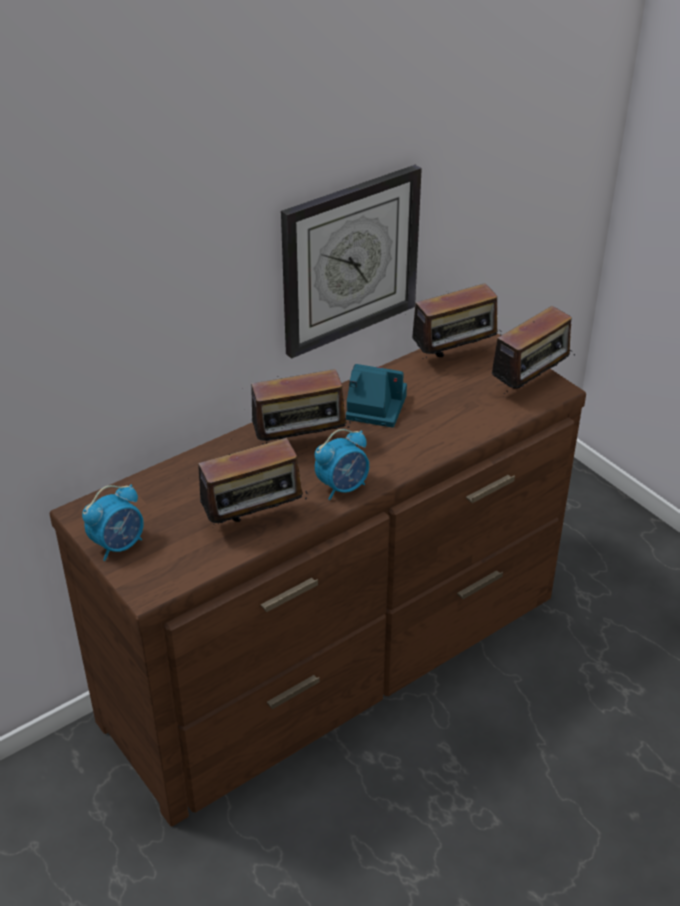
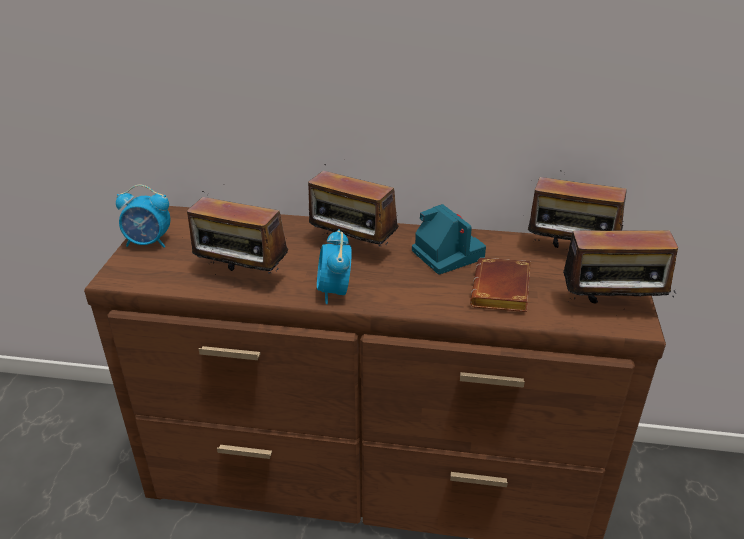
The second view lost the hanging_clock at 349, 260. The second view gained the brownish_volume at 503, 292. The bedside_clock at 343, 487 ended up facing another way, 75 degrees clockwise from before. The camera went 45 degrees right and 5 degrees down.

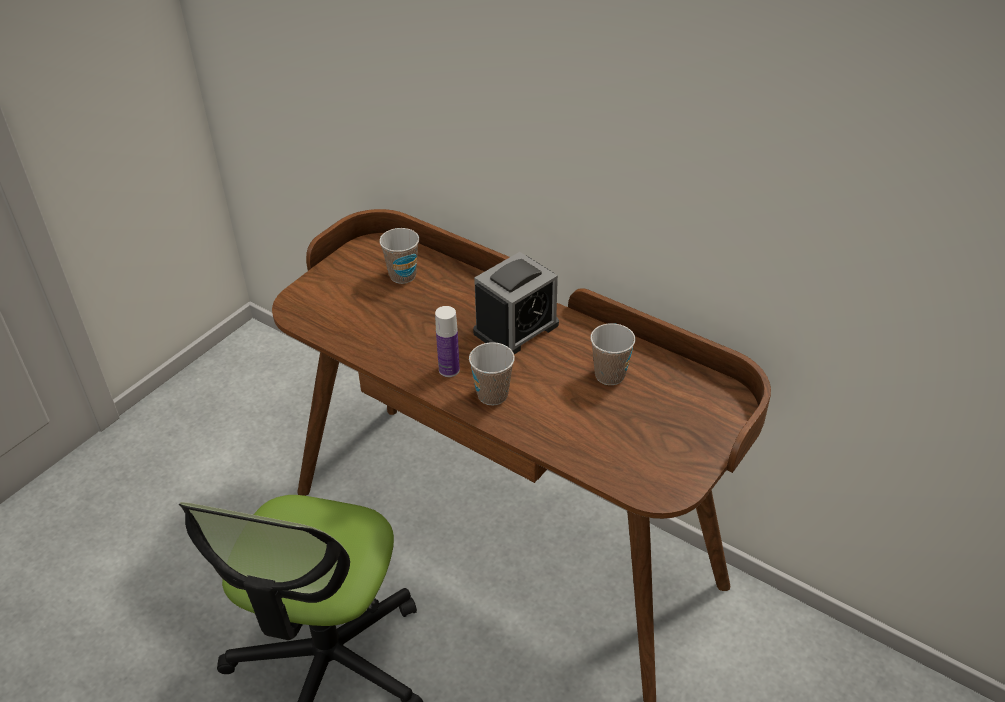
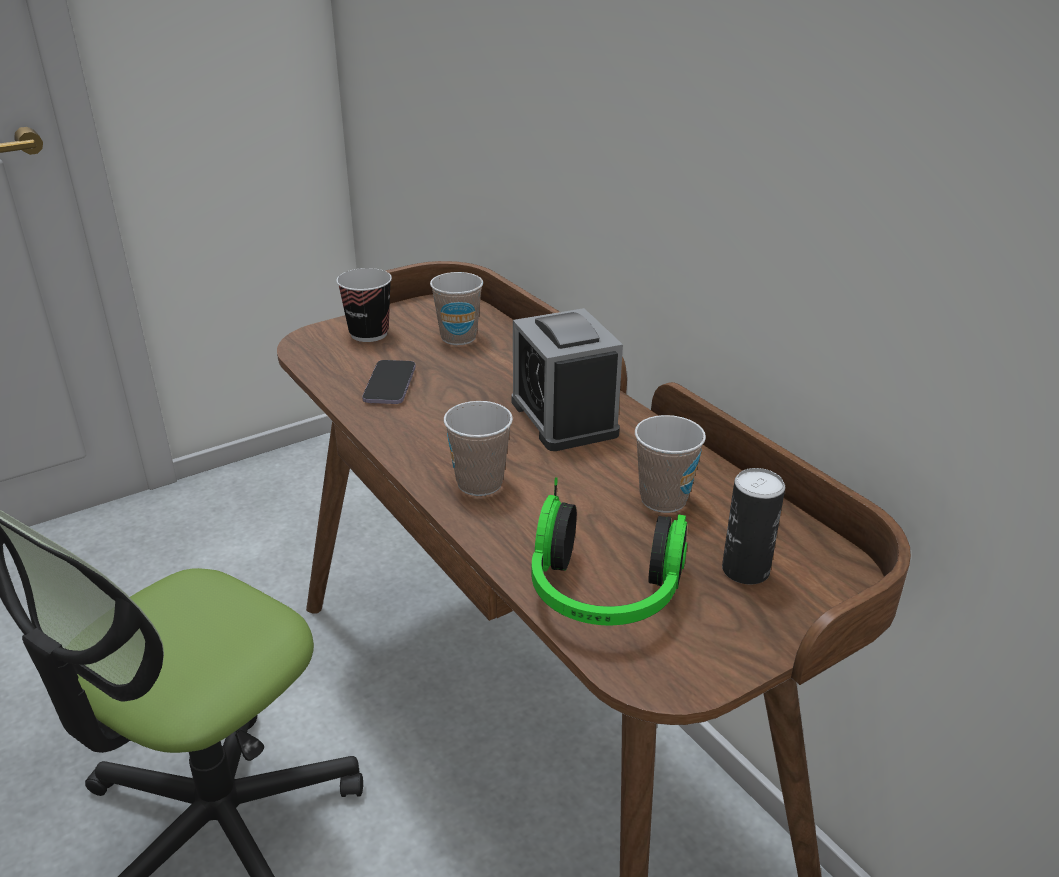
The second view lost the drink_bottle at 449, 370. The second view gained the small_cup at 369, 334. The second view gained the phone at 390, 385. The second view gained the headset at 603, 596. The second view gained the metal_can at 745, 570. The bedside_clock at 516, 328 ended up facing another way, 90 degrees clockwise from before. The camera went 20 degrees right and 10 degrees down.

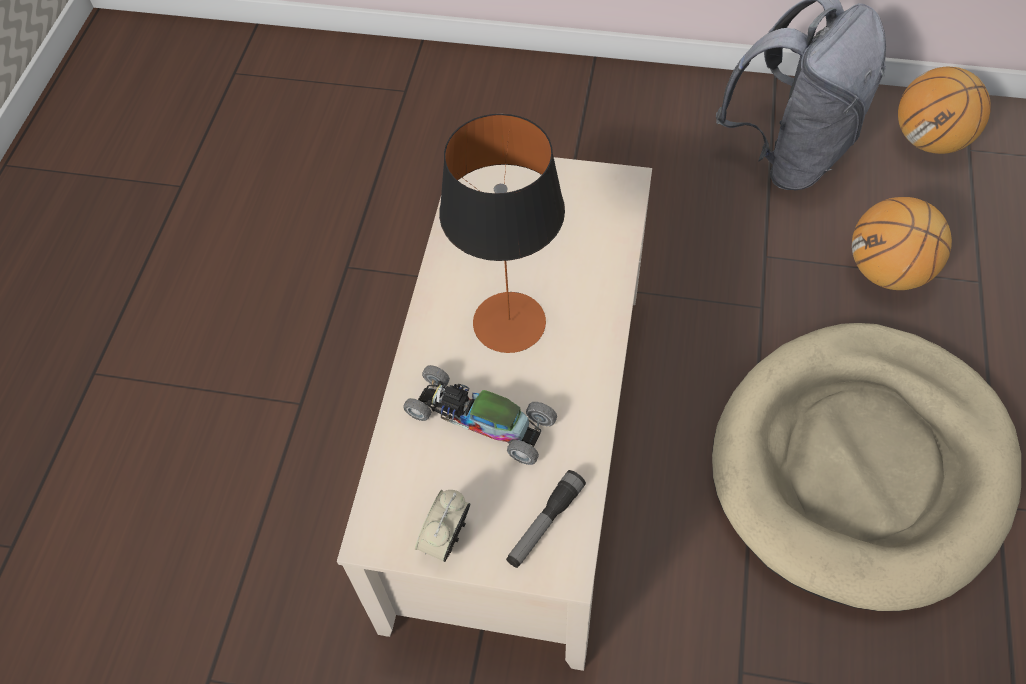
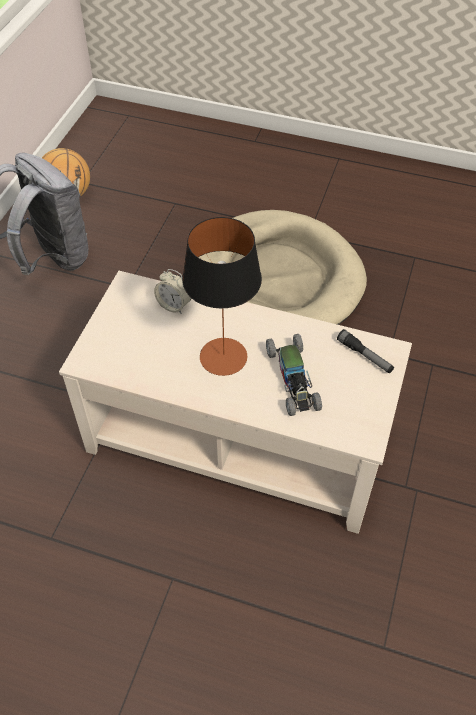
The second view lost the ball_for_basketball at 888, 271. The bedside_clock ended up elsewhere, having gone from 446, 538 to 174, 305. The miniature_car at 480, 420 ended up facing another way, 45 degrees counterclockwise from before. The camera went 85 degrees left and 5 degrees down.

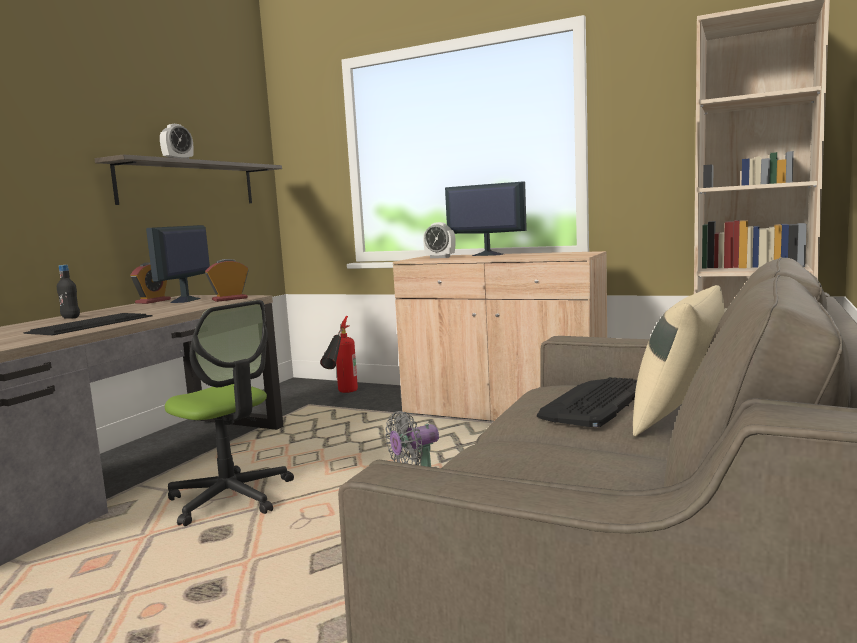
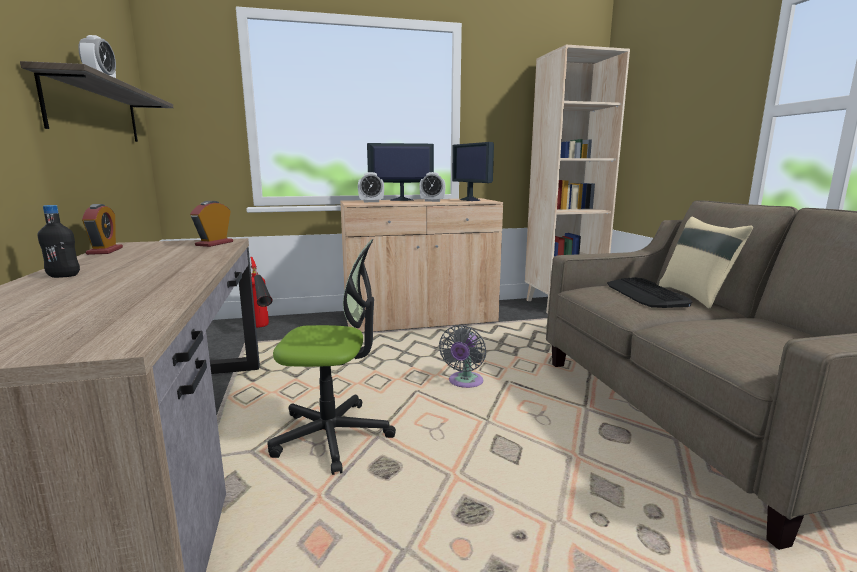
The second view lost the computer_keyboard at 92, 324. The second view gained the bedside_clock at 432, 201. The monitor ended up elsewhere, having gone from 185, 300 to 470, 200. The camera went 40 degrees left and 5 degrees up.

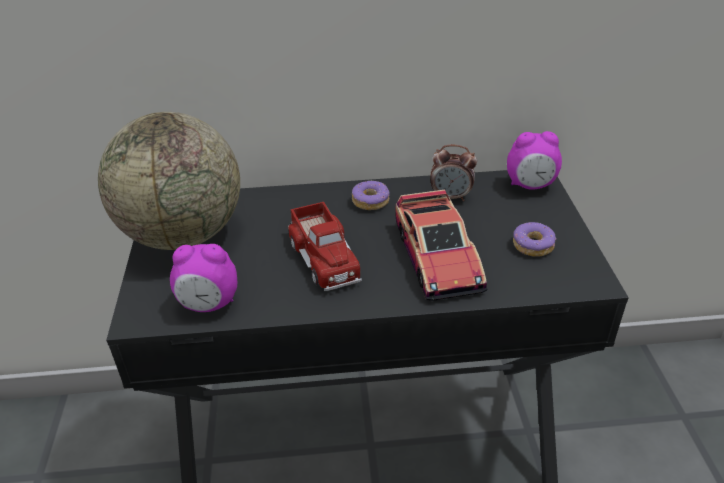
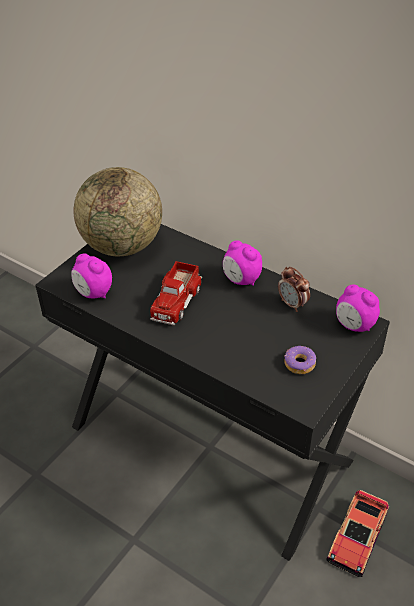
The miniature_car ended up elsewhere, having gone from 438, 257 to 357, 538. Where the donut stood at 370, 201, the bedside_clock came to stand at 241, 280. The camera went 40 degrees right and 5 degrees up.

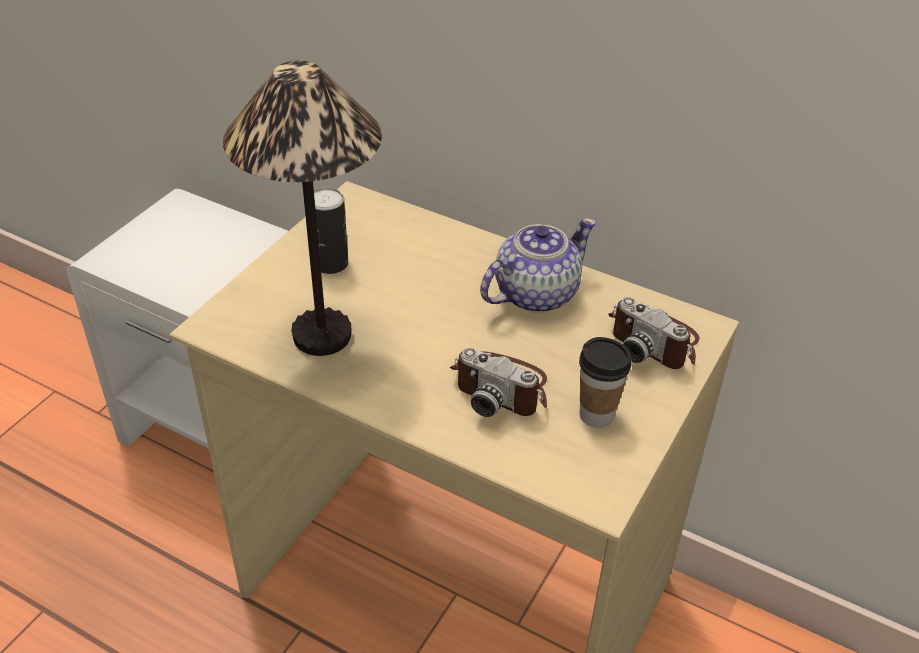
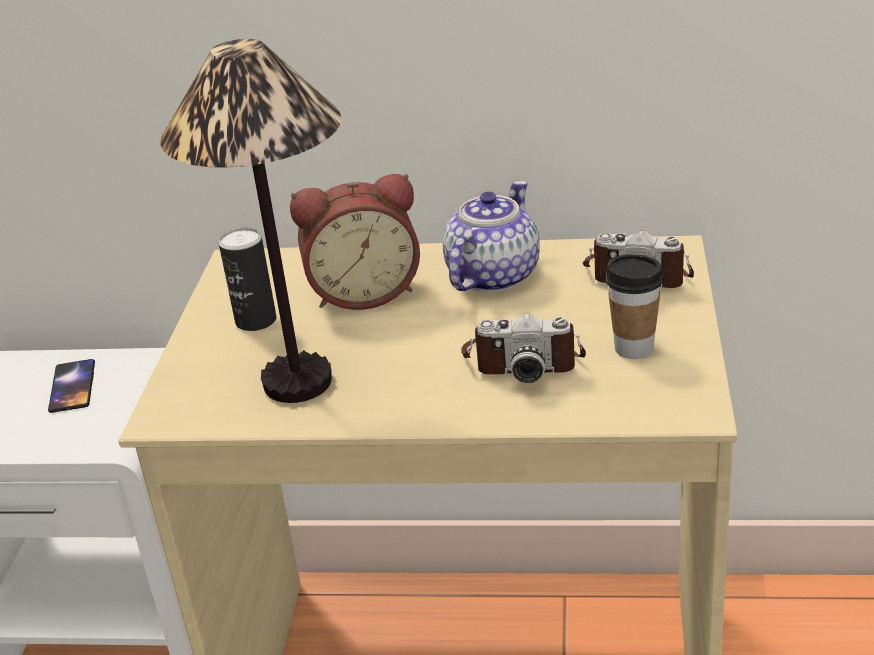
The second view gained the phone at 72, 386. The second view gained the bedside_clock at 364, 292. The camera went 20 degrees left and 10 degrees down.

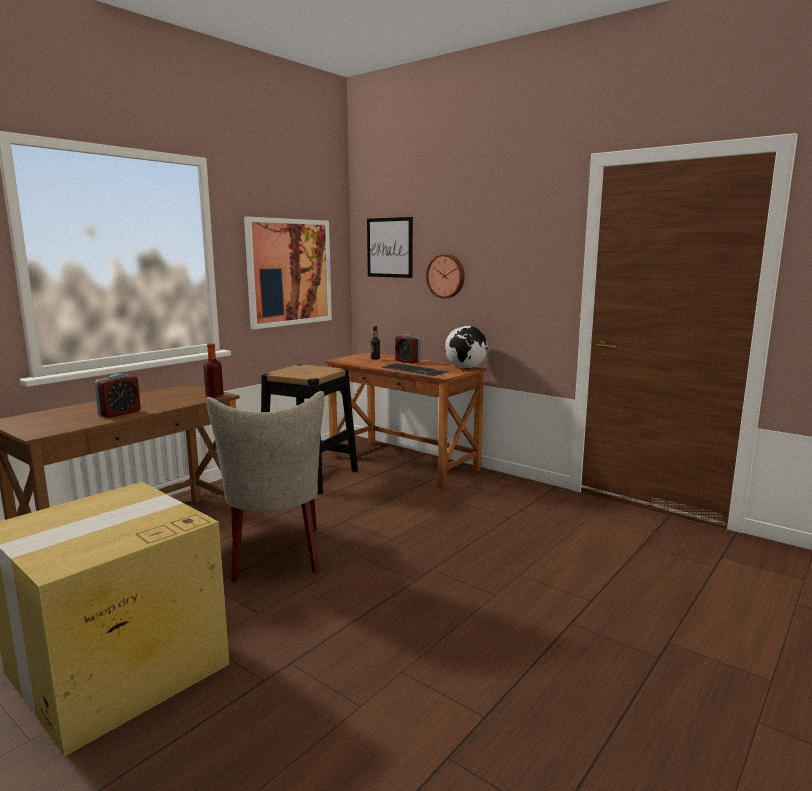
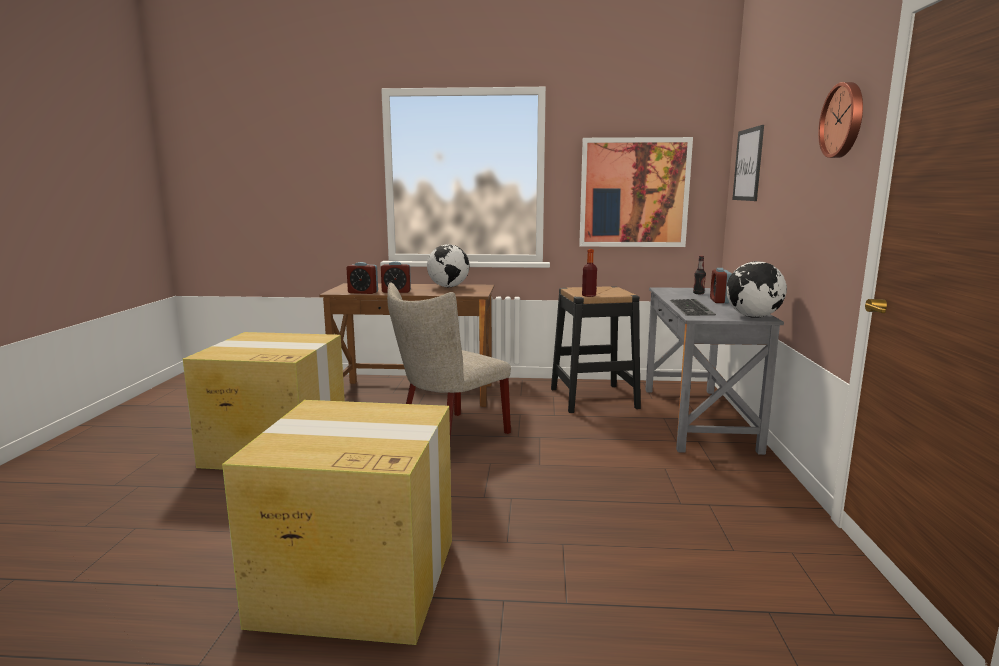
The second view gained the cardboard_box at 355, 580. The second view gained the bedside_clock at 363, 292. The second view gained the globe at 448, 287. The drink_bottle ended up elsewhere, having gone from 214, 396 to 589, 295. The hanging_clock ended up elsewhere, having gone from 446, 276 to 844, 120. What was the brownish_desk_table at 403, 463 turned into the greyish_desk_table at 698, 418. The camera went 55 degrees right and 0 degrees up.

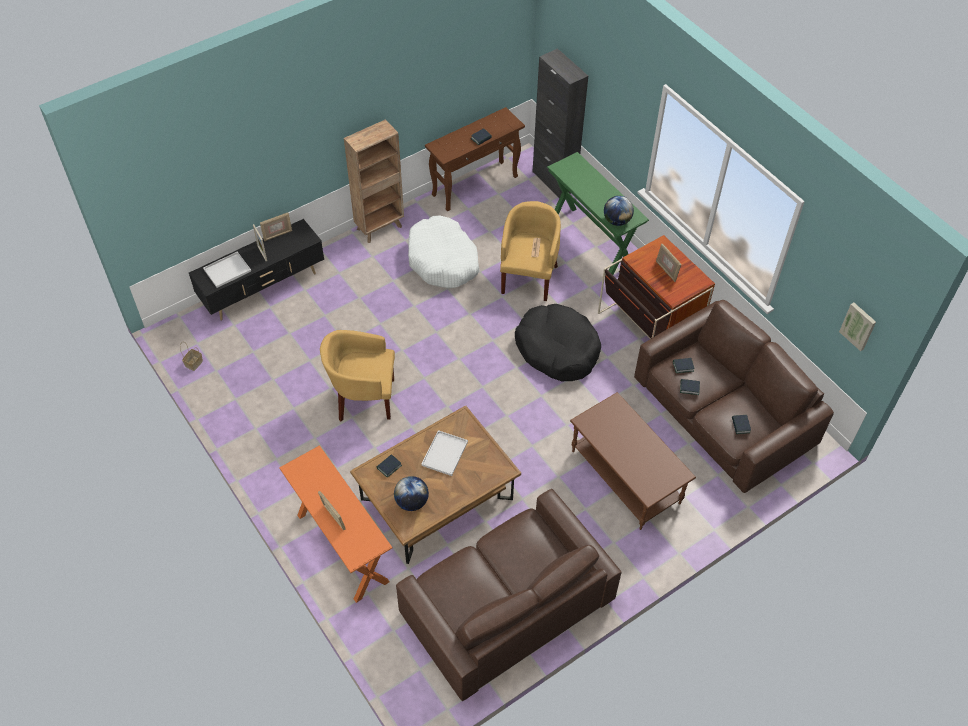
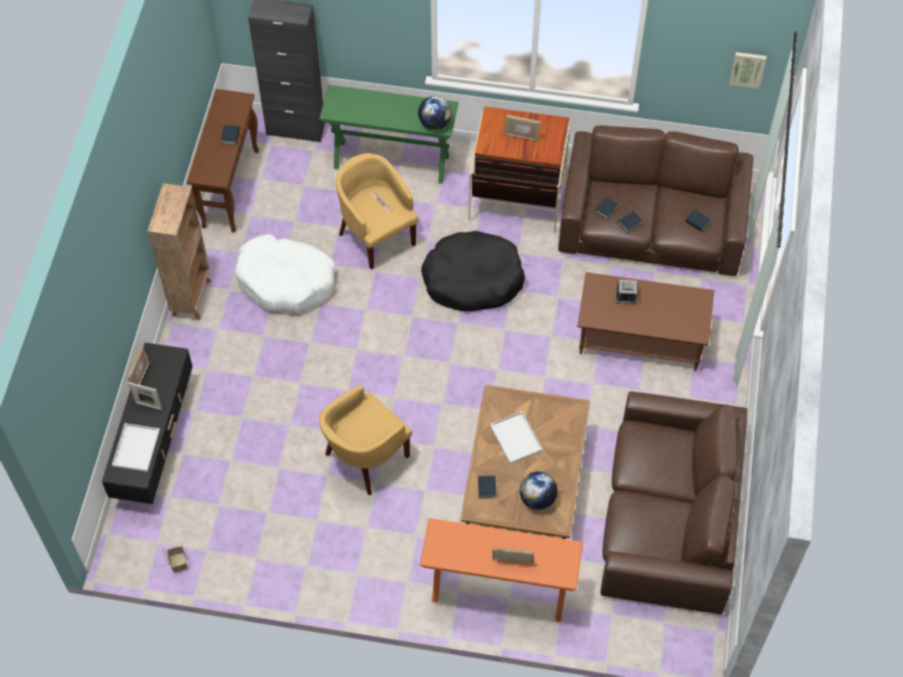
The second view gained the bedside_clock at 626, 297. The camera went 45 degrees left and 5 degrees up.

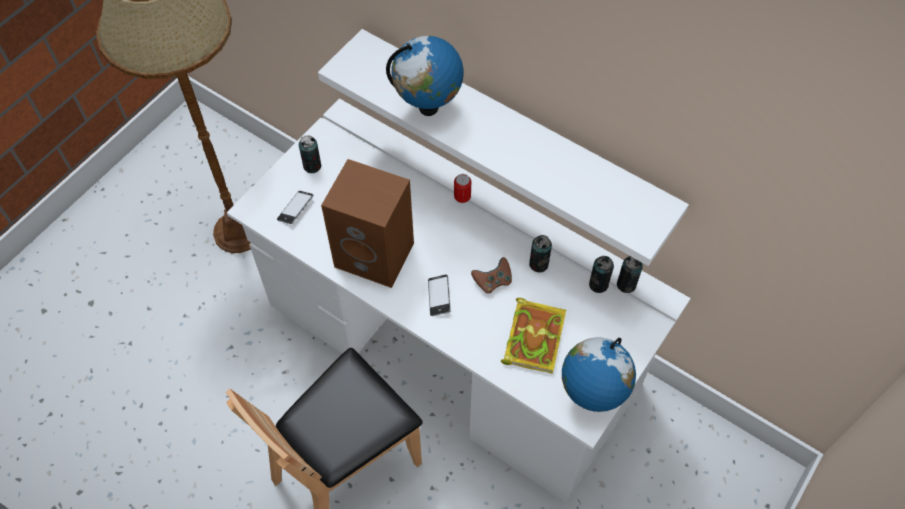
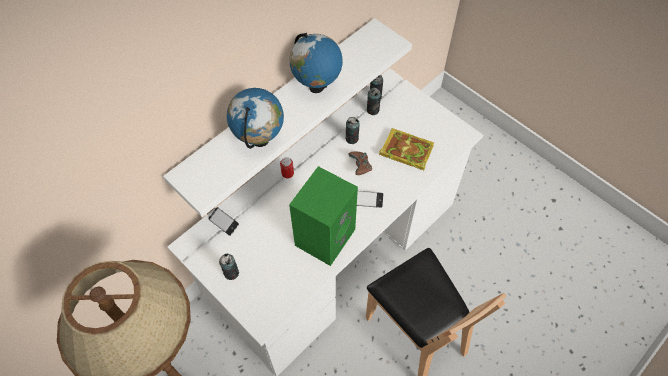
The phone ended up elsewhere, having gone from 295, 209 to 224, 222. The globe ended up elsewhere, having gone from 591, 395 to 316, 87. What was the brownish_loudspeaker at 376, 254 turned into the green-coloured_loudspeaker at 325, 235. The camera went 80 degrees left and 0 degrees up.

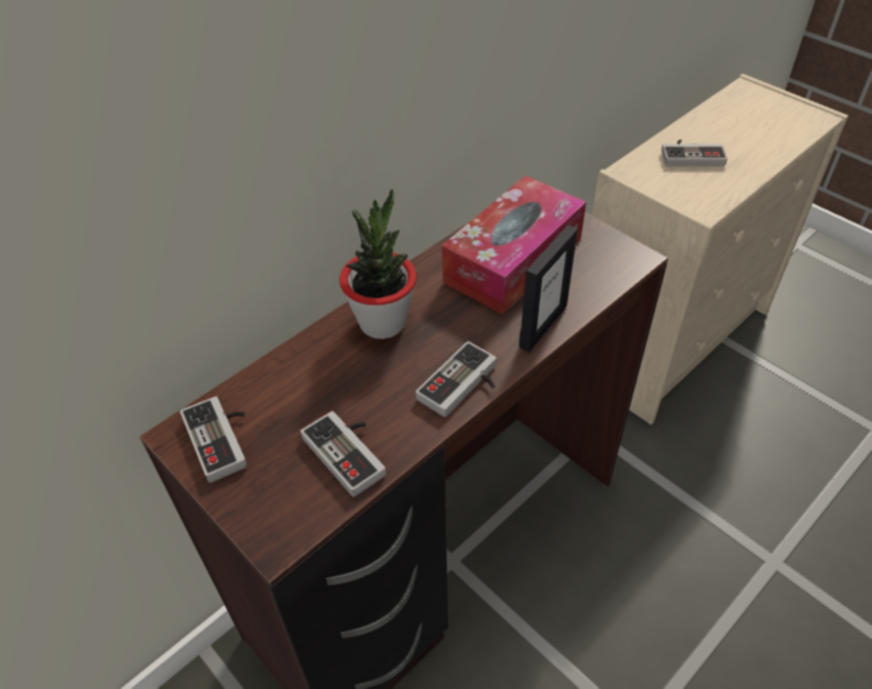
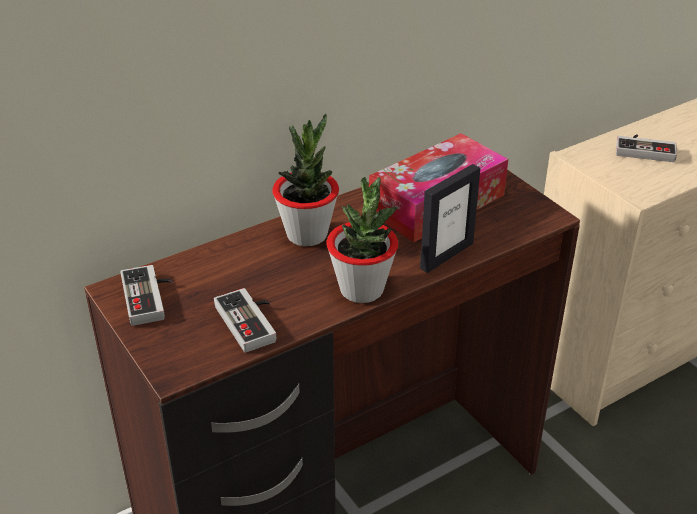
Where the joypad stood at 463, 386, the houseplant came to stand at 362, 290. The camera went 10 degrees right and 10 degrees down.

